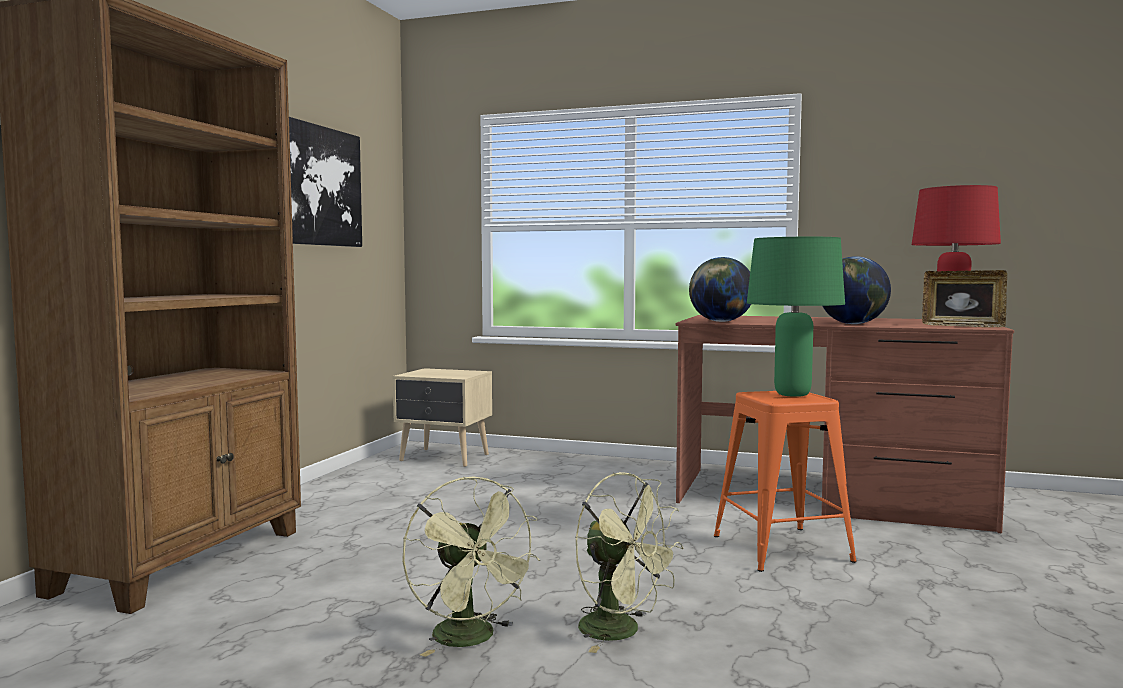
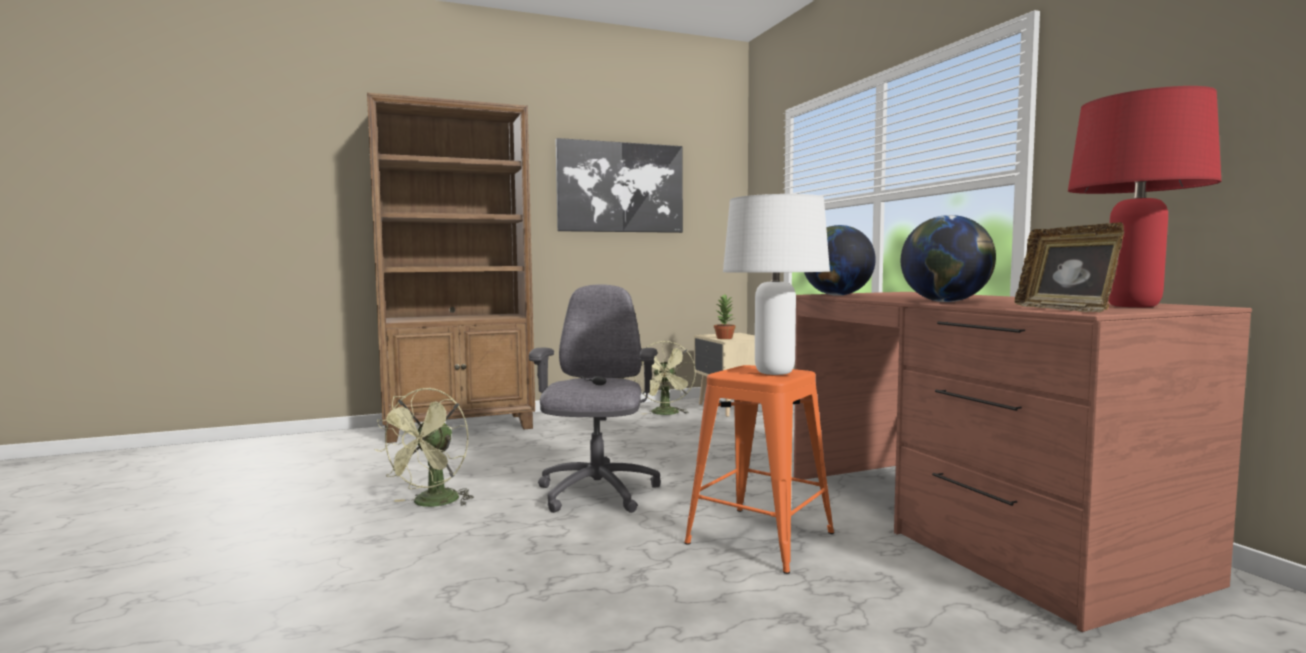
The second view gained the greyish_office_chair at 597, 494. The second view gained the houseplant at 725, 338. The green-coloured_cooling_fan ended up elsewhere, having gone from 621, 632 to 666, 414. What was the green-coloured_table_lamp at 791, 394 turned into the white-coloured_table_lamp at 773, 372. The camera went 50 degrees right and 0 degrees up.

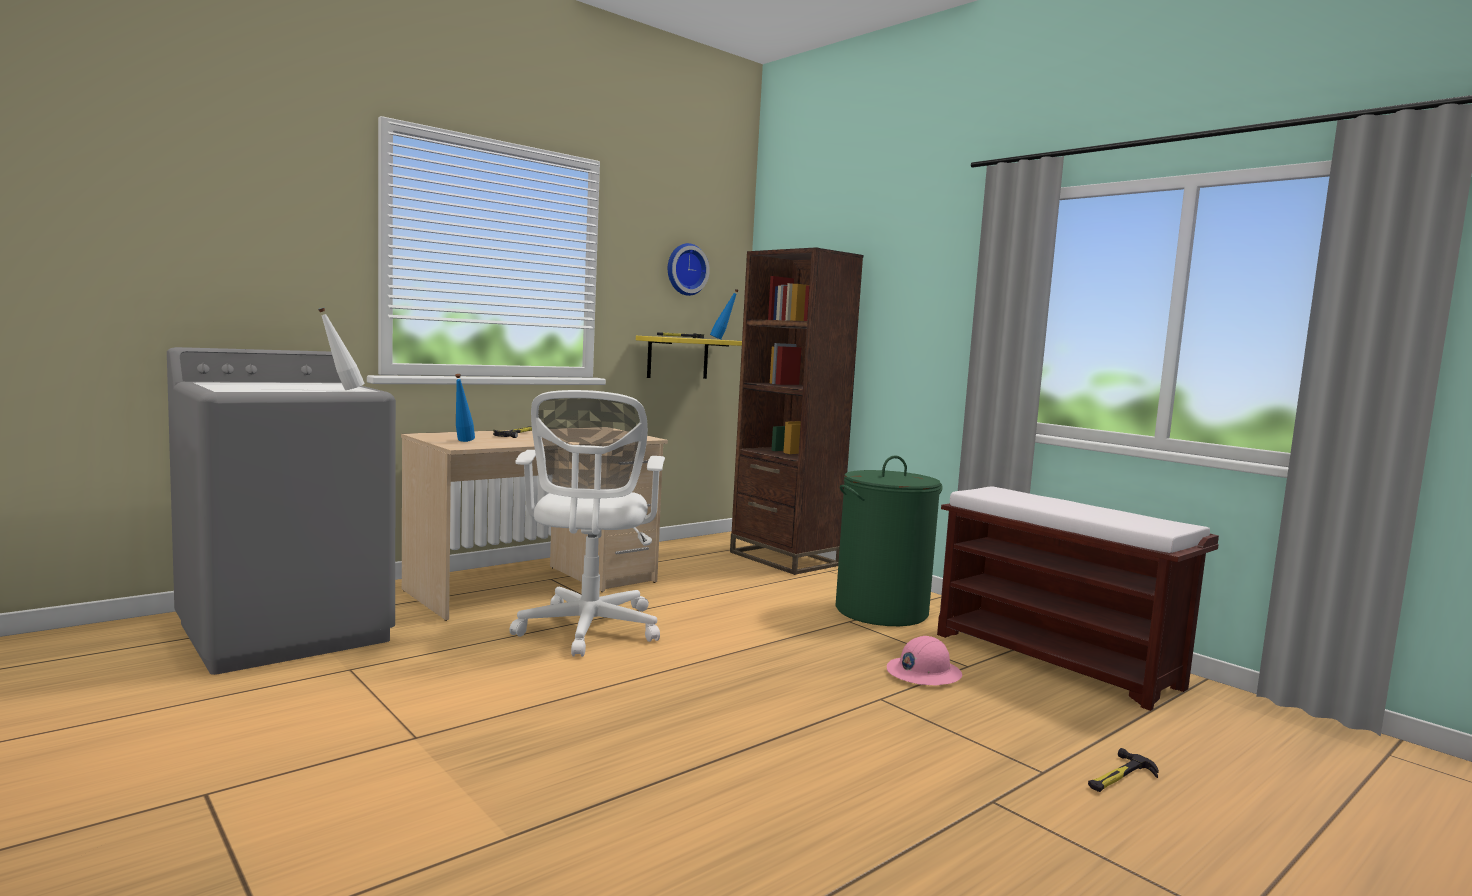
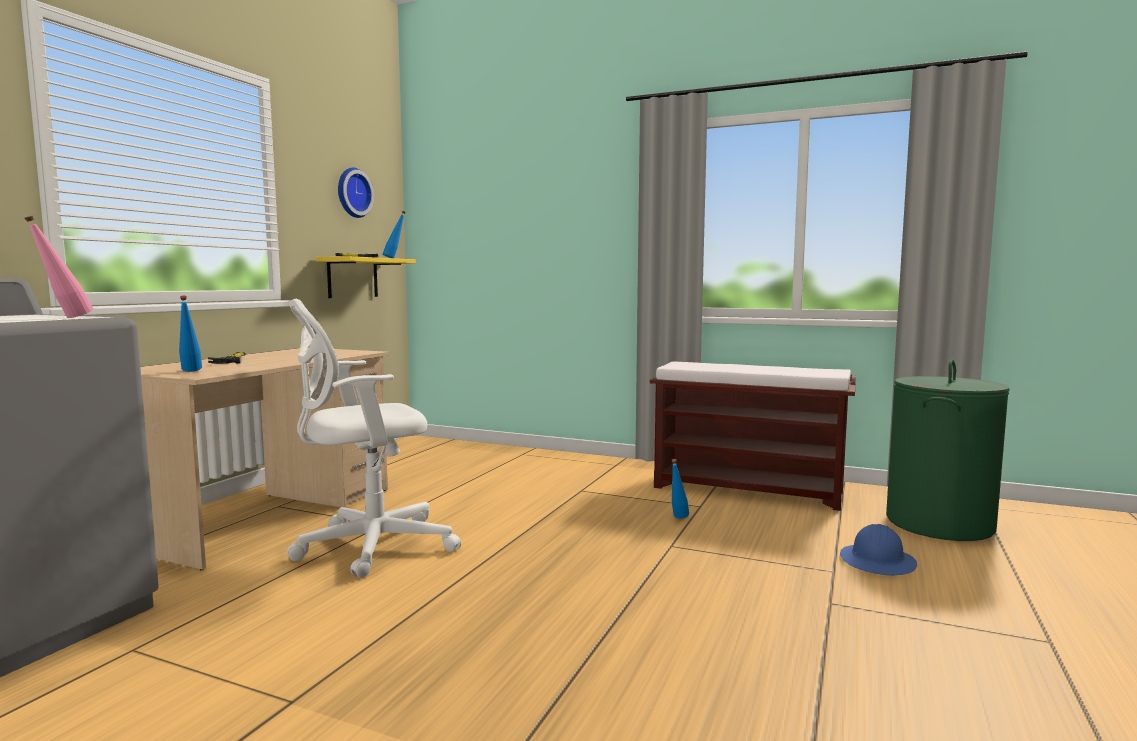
The second view lost the brownish_shelving_unit at 784, 559. The green-coloured_washing_basket ended up elsewhere, having gone from 881, 611 to 939, 523. Where the pink-coloured_hard_hat stood at 923, 673, the blue-coloured_drink_bottle came to stand at 677, 519. Where the tool_hammer stood at 1119, 777, the blue-coloured_hard_hat came to stand at 878, 562. What was the white-coloured_drink_bottle at 341, 390 turned into the pink-coloured_drink_bottle at 64, 318. The white-coloured_office_chair at 588, 631 ended up facing another way, 90 degrees clockwise from before. The camera went 25 degrees left and 0 degrees up.

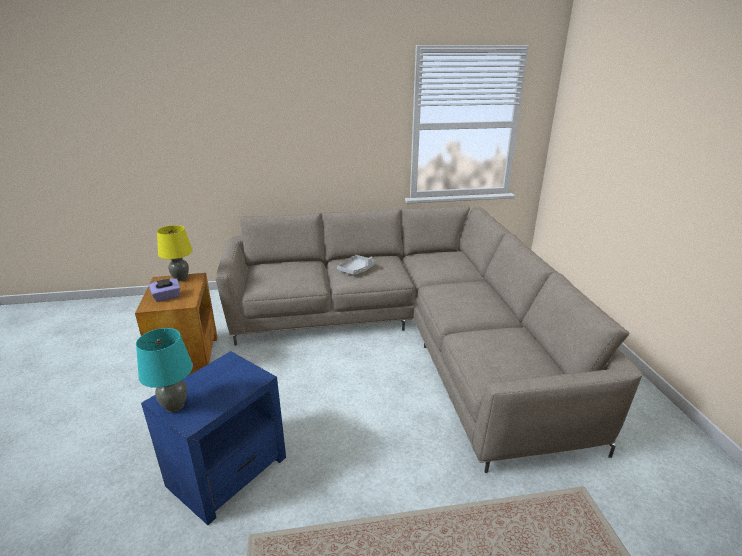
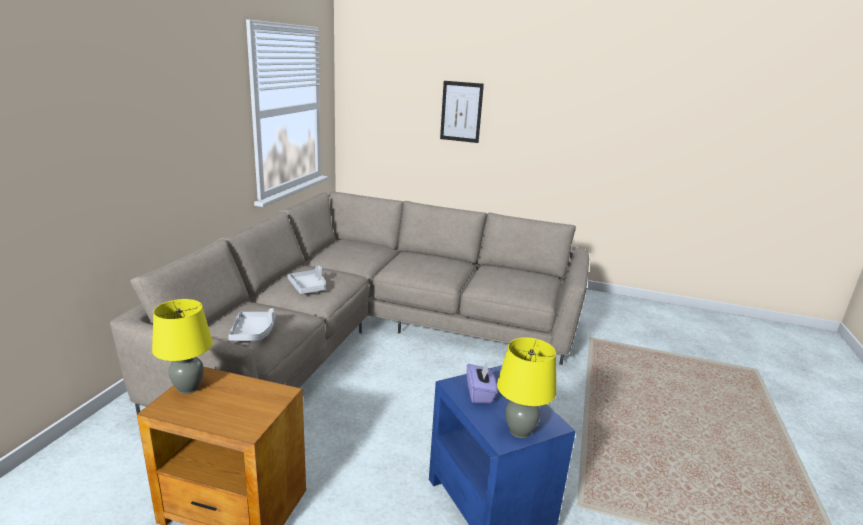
The second view gained the greyish_carrying_tray at 253, 332. The second view gained the wall_art at 461, 112. The purple_tissue_holder ended up elsewhere, having gone from 167, 297 to 480, 393. What was the turquoise_table_lamp at 175, 406 turned into the yellowish_table_lamp at 519, 431. The camera went 65 degrees left and 5 degrees down.

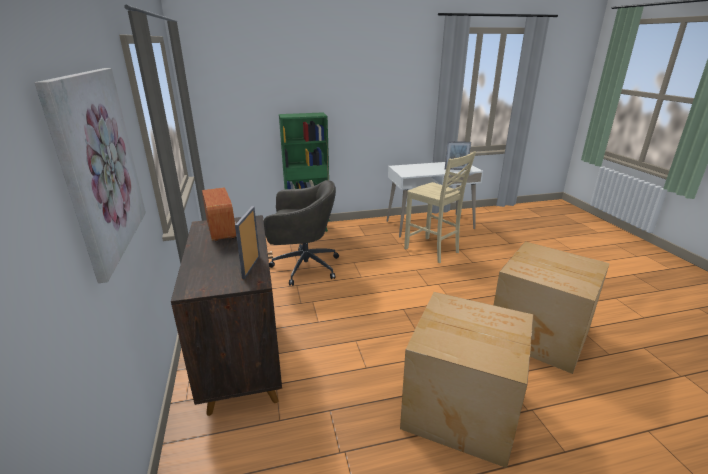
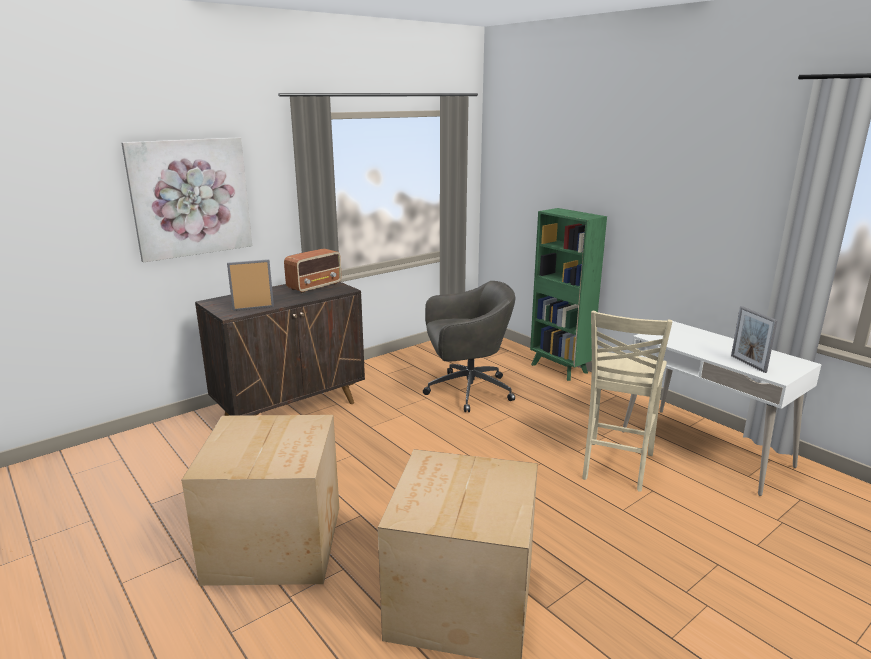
The greyish_office_chair at 303, 267 ended up facing another way, 75 degrees counterclockwise from before. The camera went 65 degrees right and 5 degrees down.

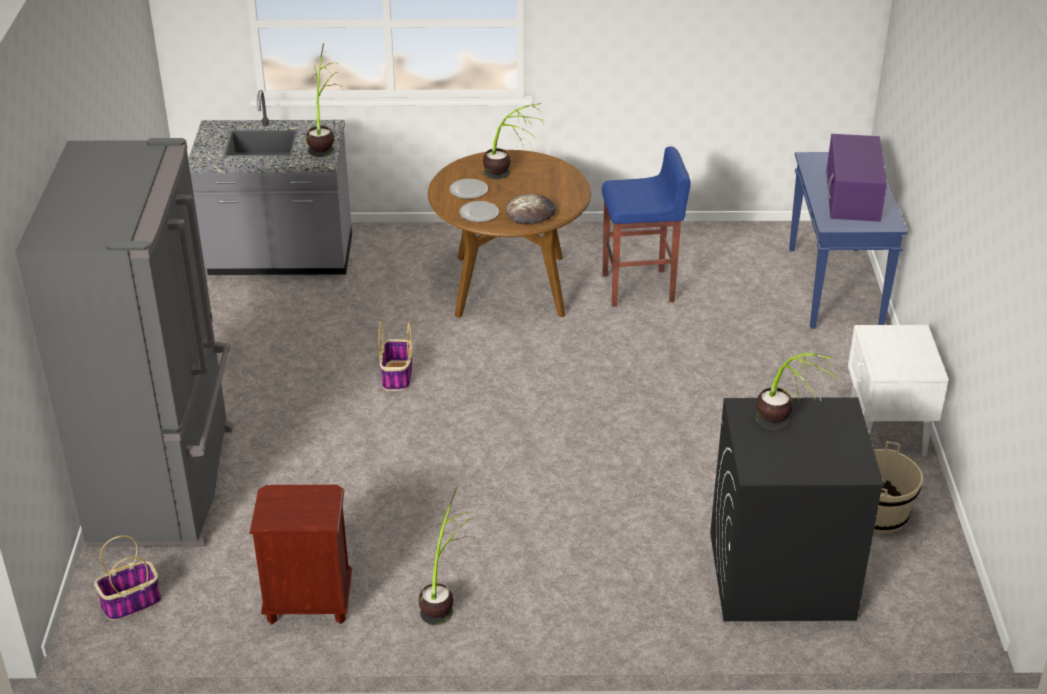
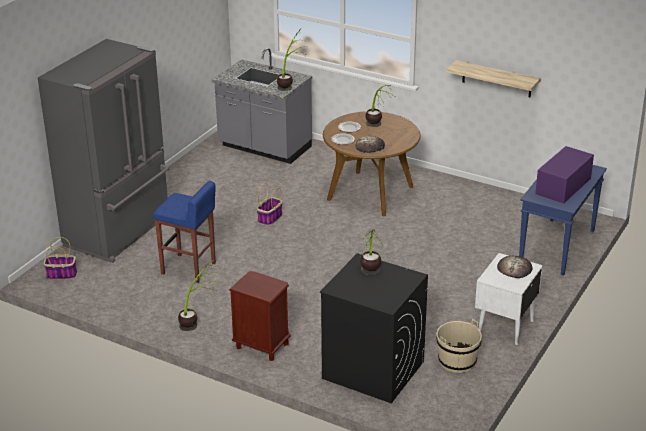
The second view gained the bracket_shelf at 496, 79. The second view gained the baked_bread at 514, 268. The brownish_night_table ended up elsewhere, having gone from 308, 603 to 262, 346. The blue-coloured_sitting_stool ended up elsewhere, having gone from 639, 288 to 189, 269. The camera went 30 degrees right and 5 degrees down.

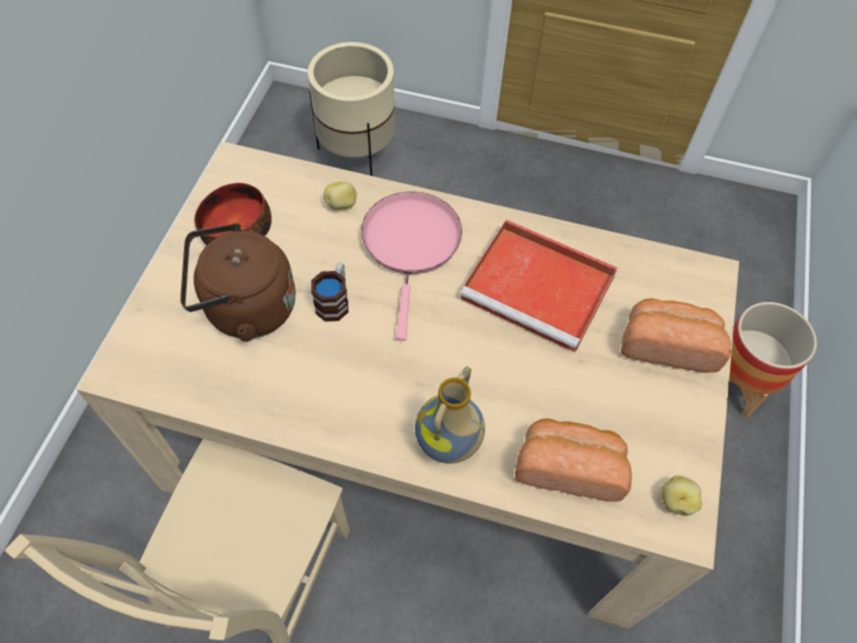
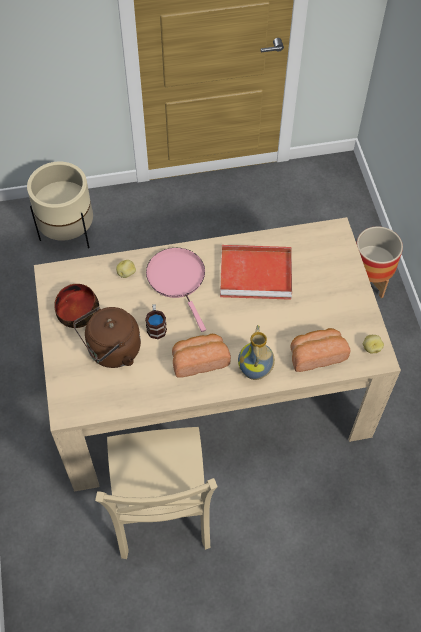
The baked_bread ended up elsewhere, having gone from 667, 344 to 199, 360. The camera went 25 degrees left and 0 degrees up.

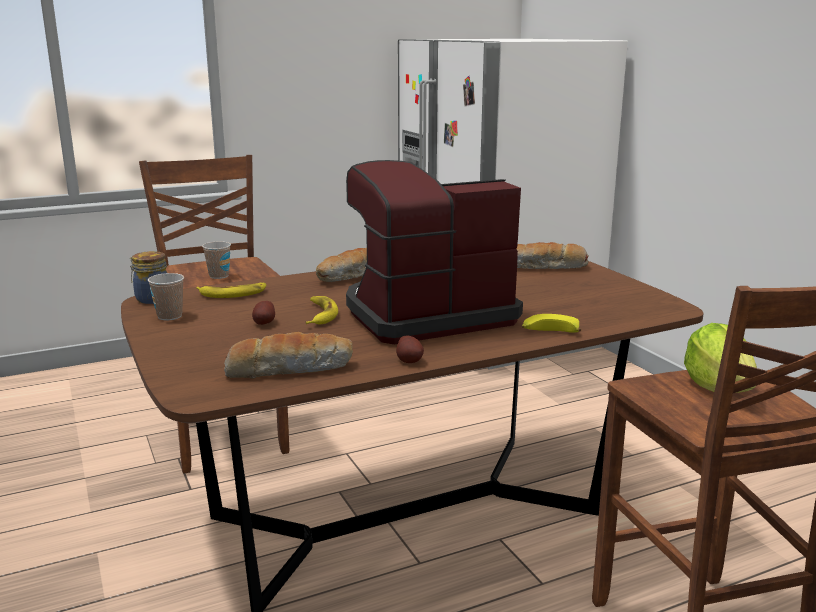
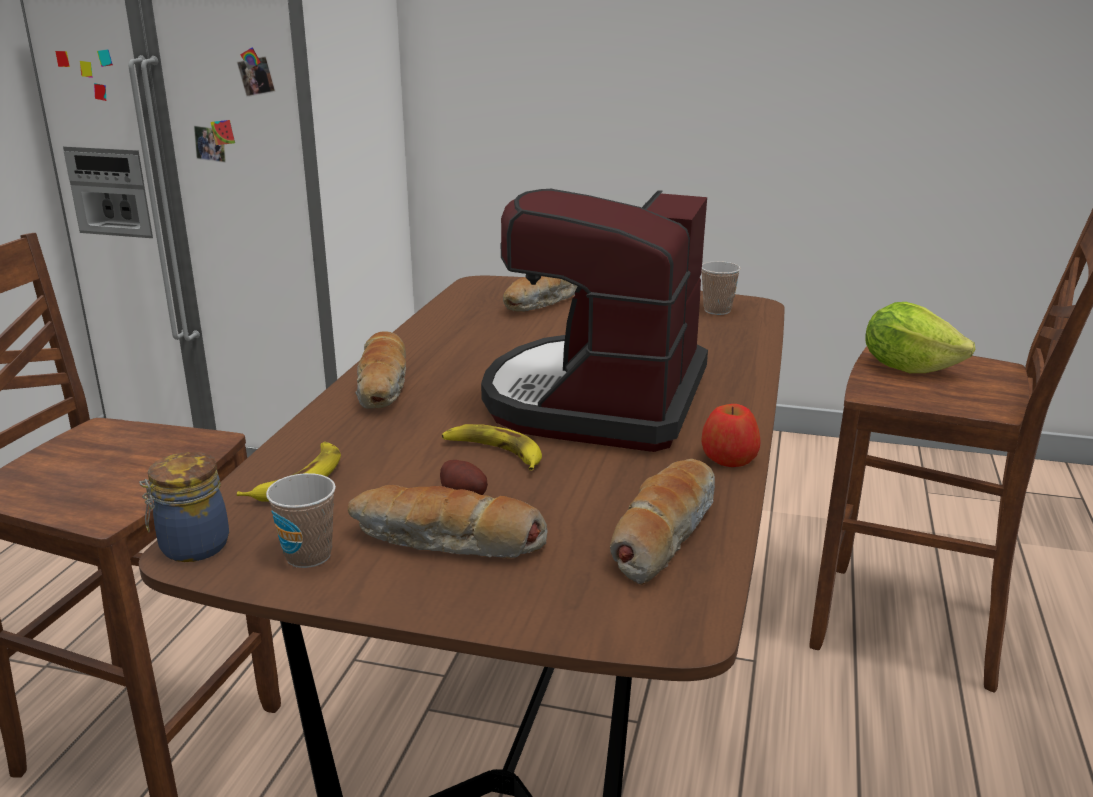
The second view lost the banana at 549, 332. The second view gained the baked_bread at 446, 542. The small_cup ended up elsewhere, having gone from 219, 276 to 717, 310. Where the potato stood at 410, 360, the apple_fruit came to stand at 729, 457. The camera went 50 degrees left and 5 degrees up.

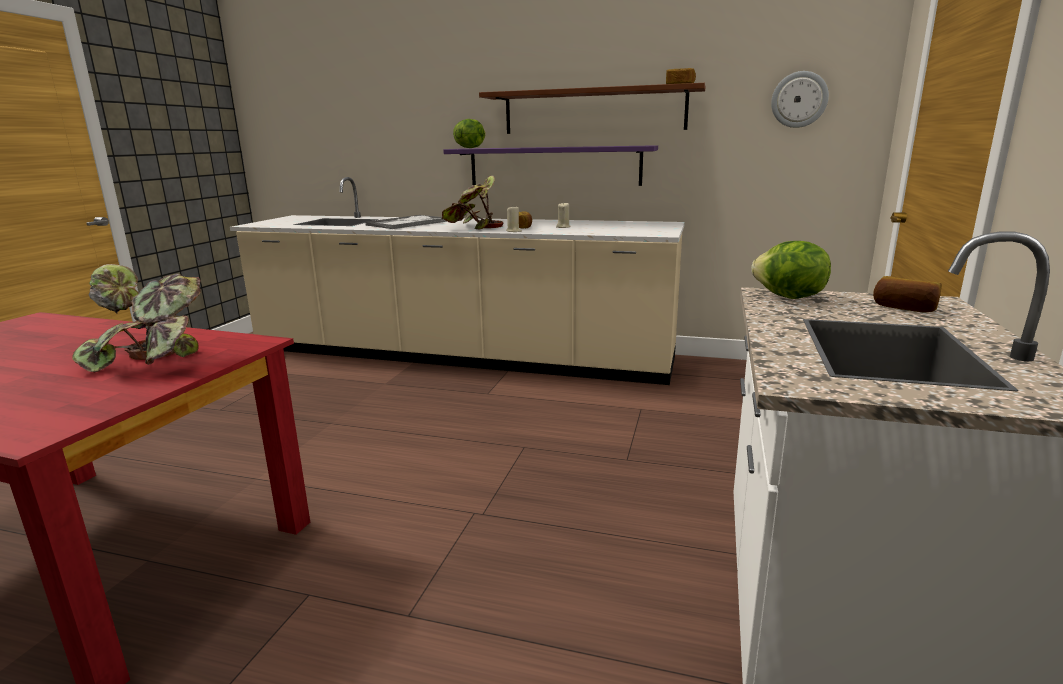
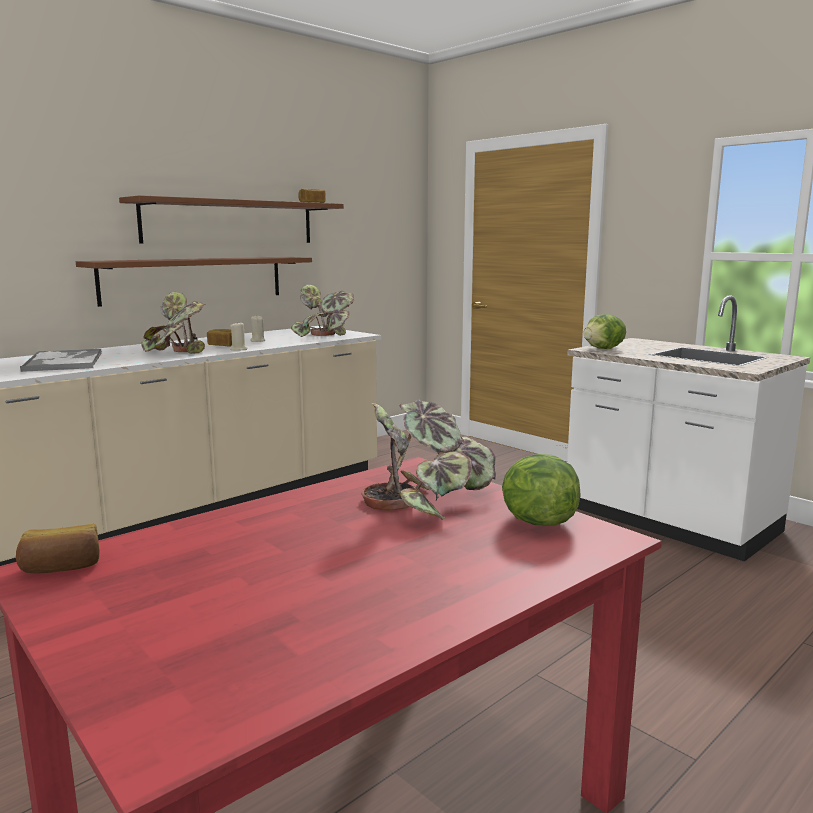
The second view lost the hanging_clock at 799, 99. The second view gained the houseplant at 326, 336. The lettuce_head ended up elsewhere, having gone from 470, 148 to 537, 522. The baked_bread ended up elsewhere, having gone from 904, 308 to 62, 567. What was the purple_bracket_shelf at 554, 166 turned into the brownish_bracket_shelf at 194, 279. The camera went 60 degrees left and 5 degrees down.

